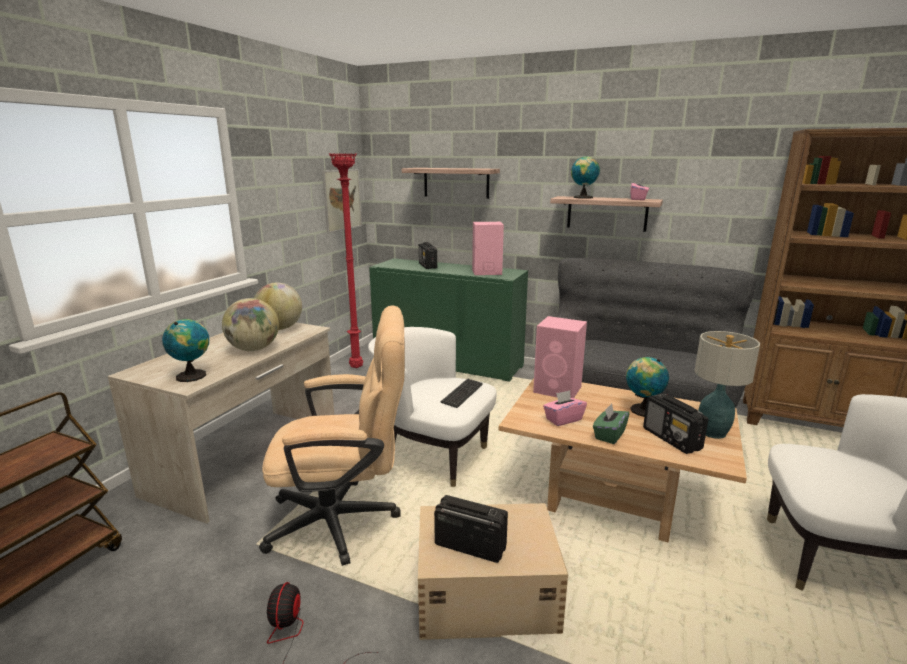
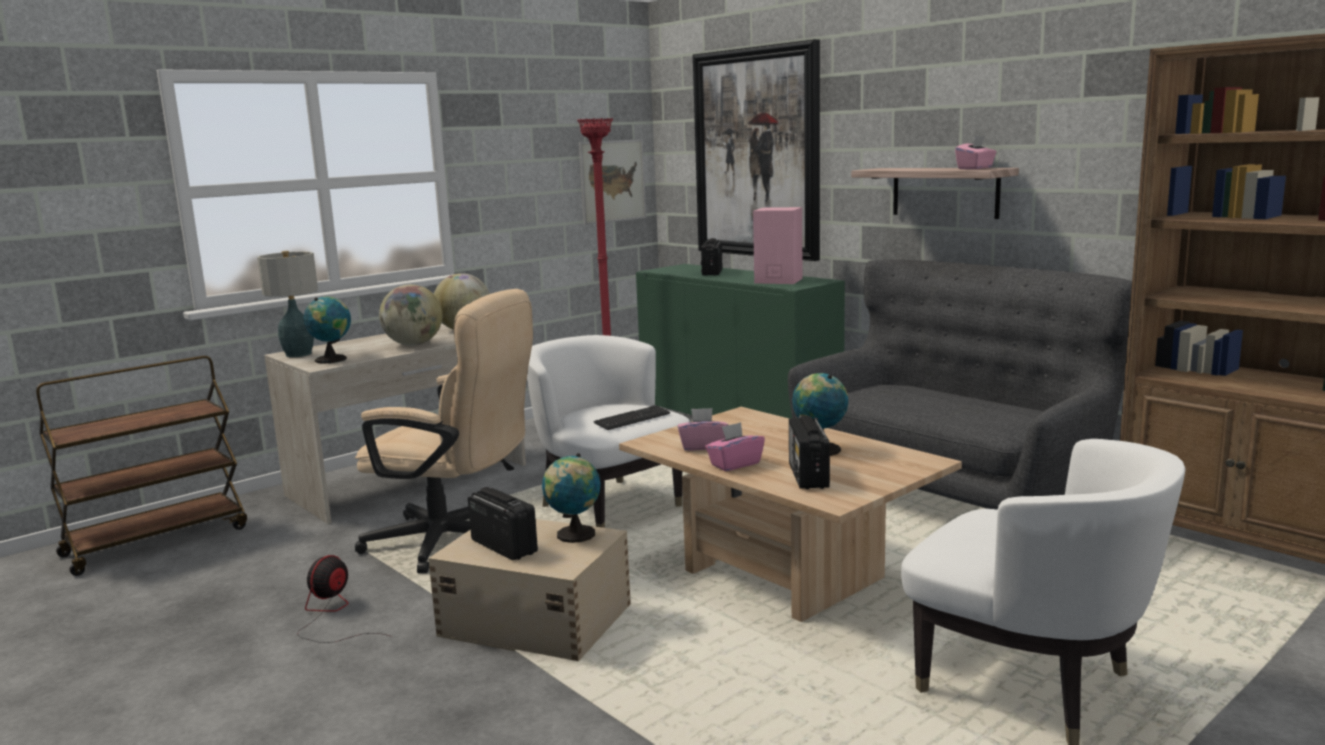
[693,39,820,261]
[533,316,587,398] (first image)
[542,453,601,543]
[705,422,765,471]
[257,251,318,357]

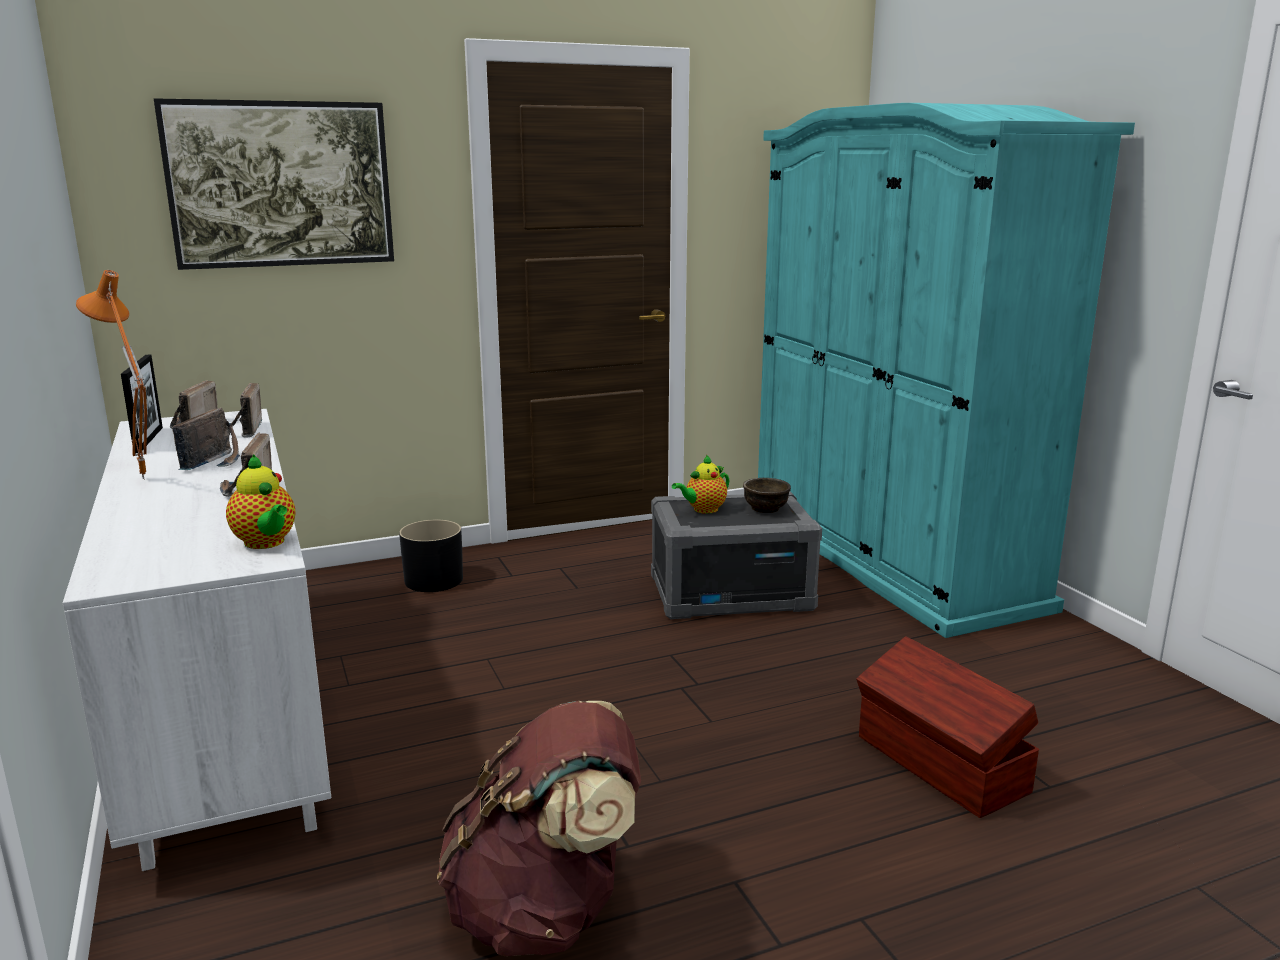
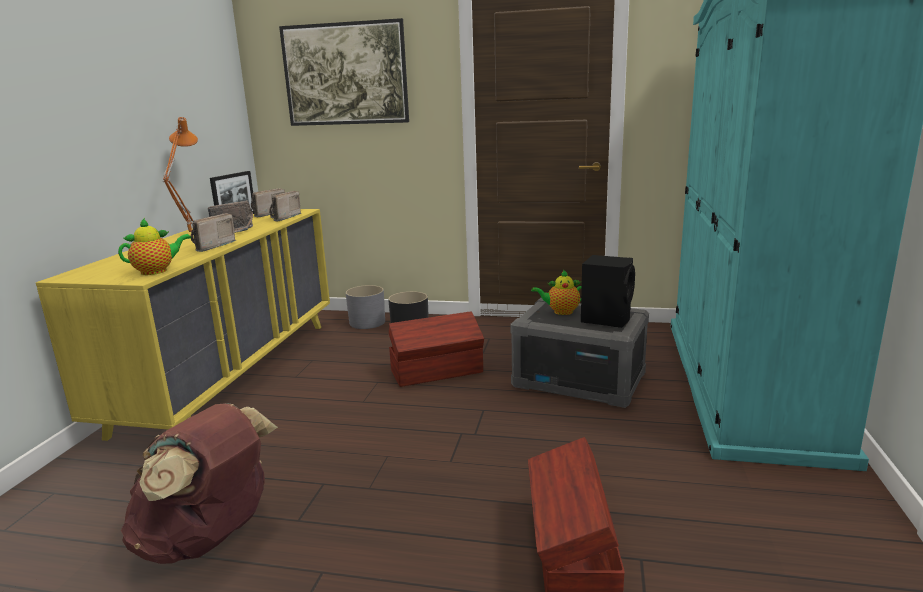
[36,209,330,441]
[118,218,191,275]
[581,255,635,328]
[346,285,385,329]
[389,311,484,387]

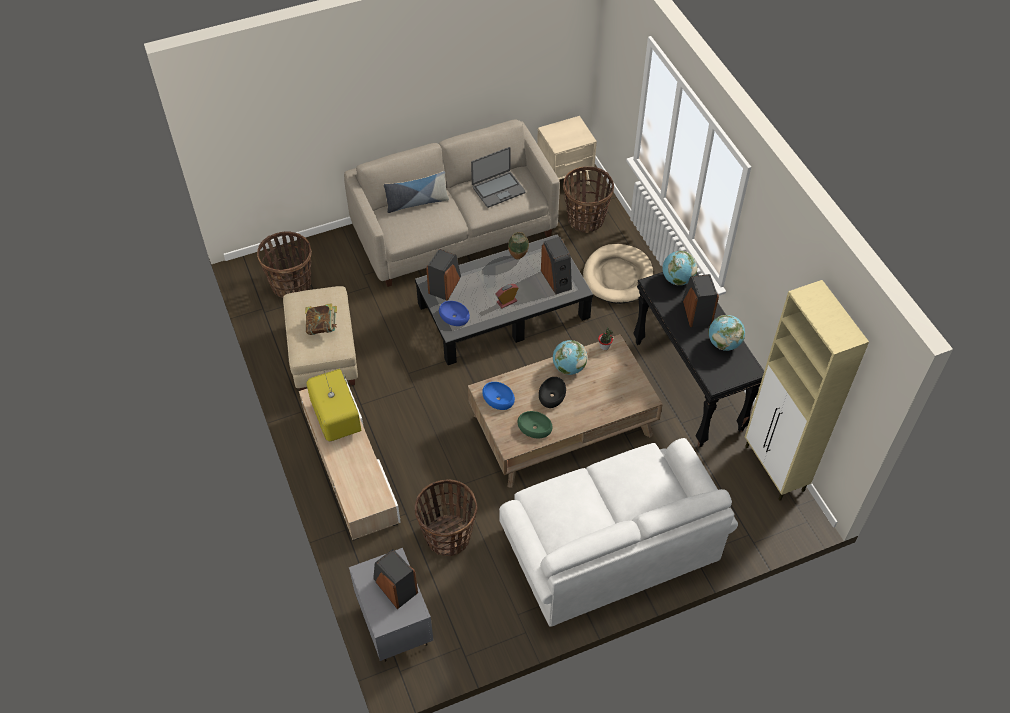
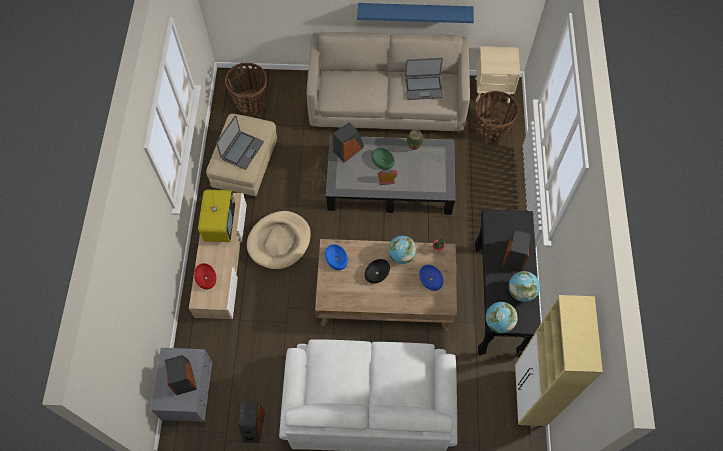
[216,115,264,170]
[384,171,449,213] (first image)
[415,479,478,556] (first image)
[419,265,443,291]
[371,148,394,170]
[239,402,265,443]
[247,211,311,269]
[486,302,518,333]
[194,263,216,290]
[357,3,474,23]

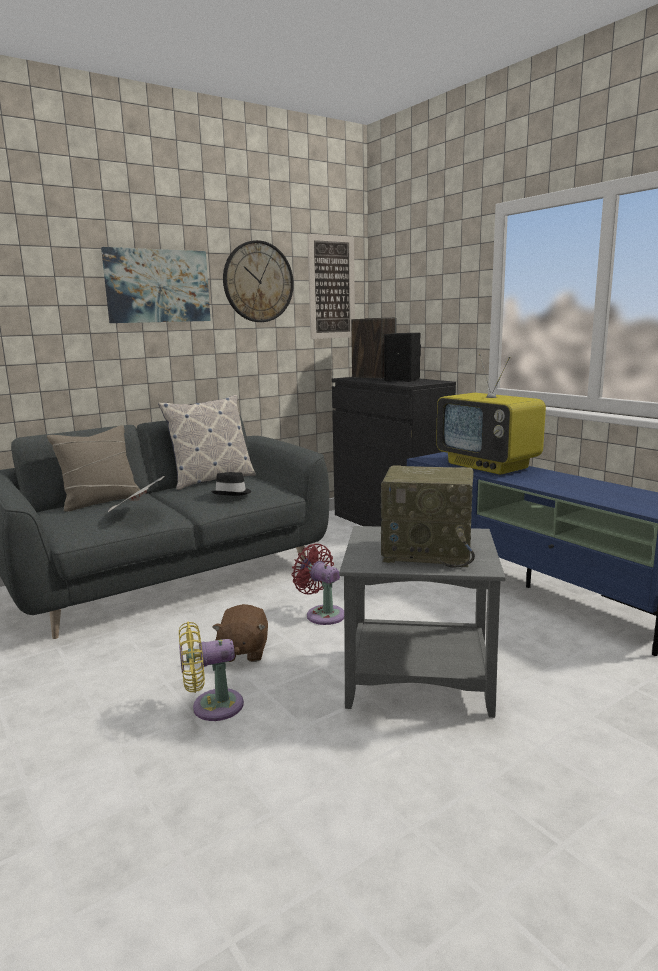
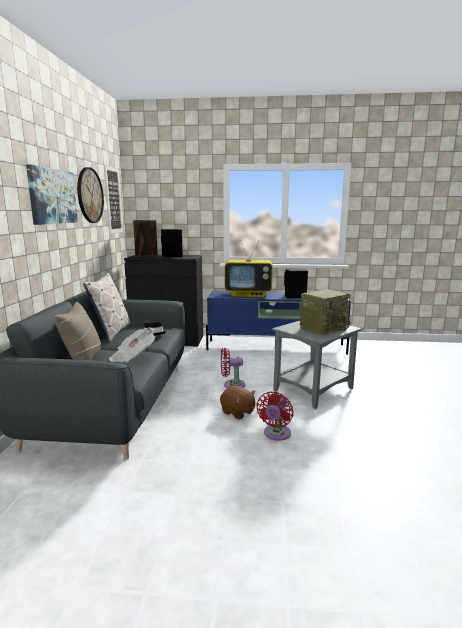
[257,392,293,441]
[284,268,308,299]

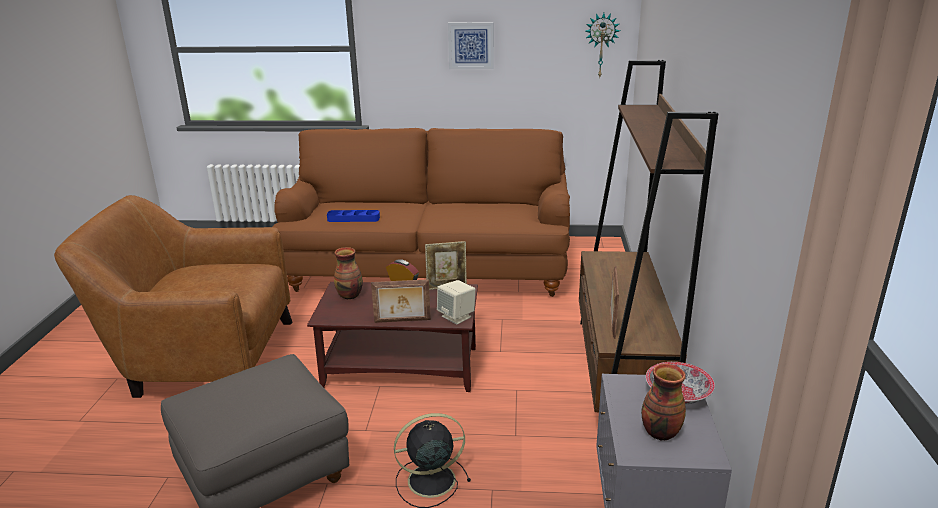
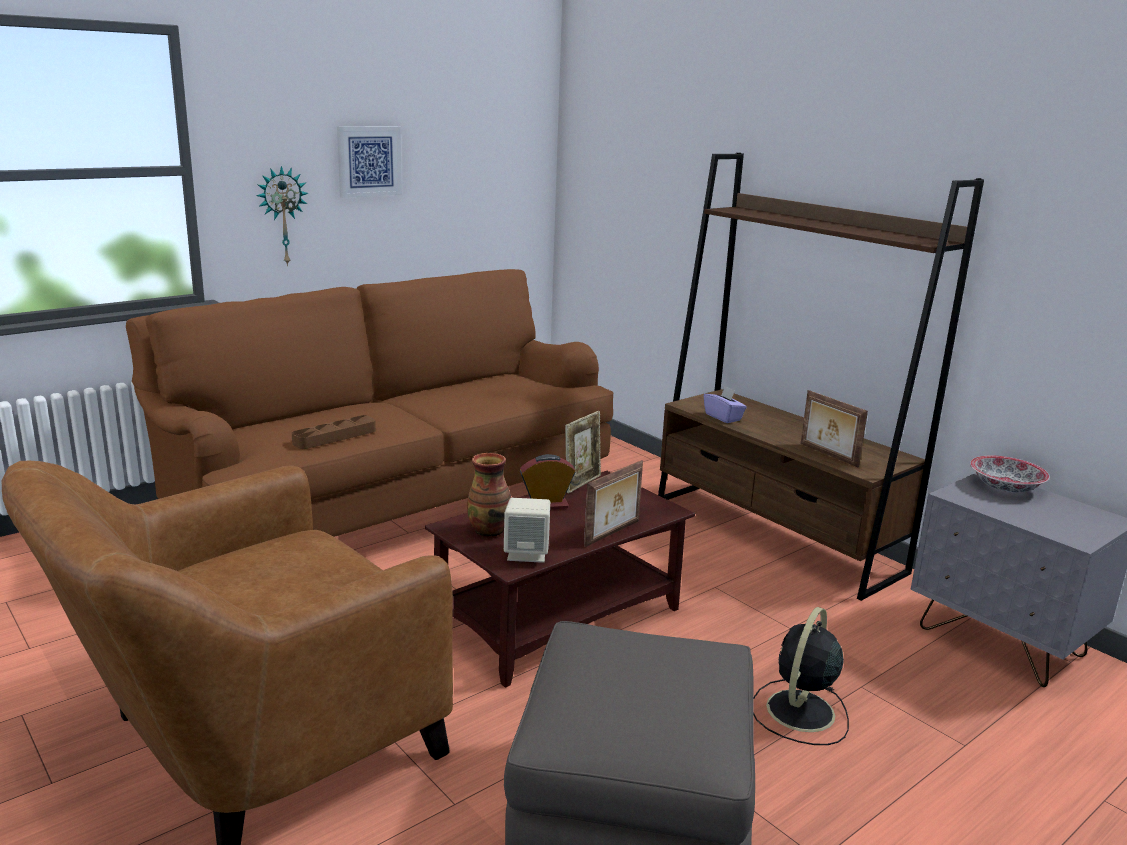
[292,415,376,449]
[504,498,550,563]
[256,166,308,266]
[641,364,686,441] (first image)
[704,386,747,423]

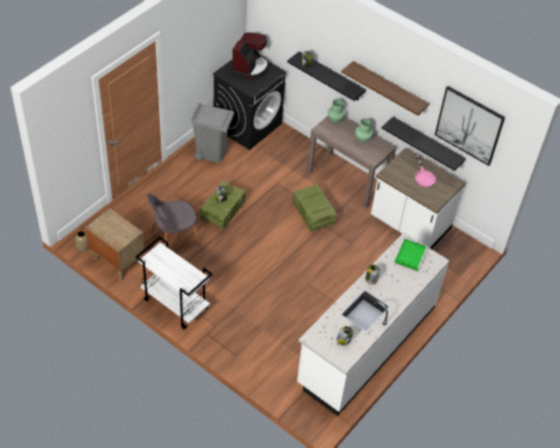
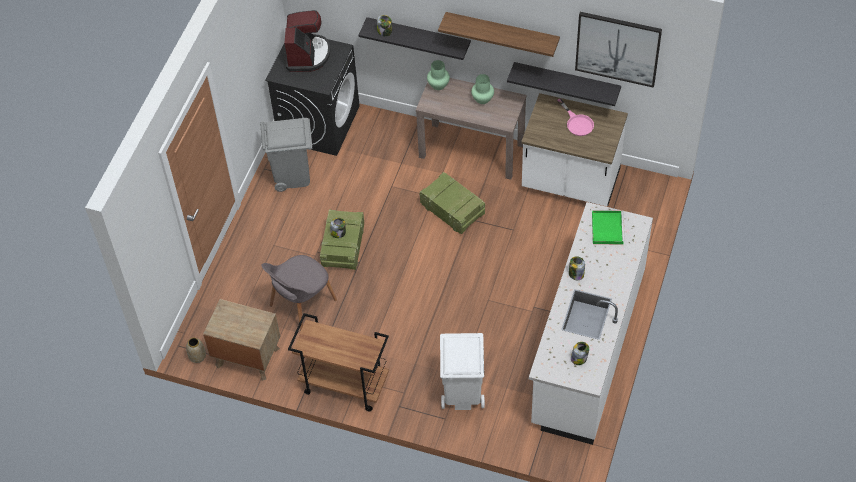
[288,313,389,411]
[440,333,485,410]

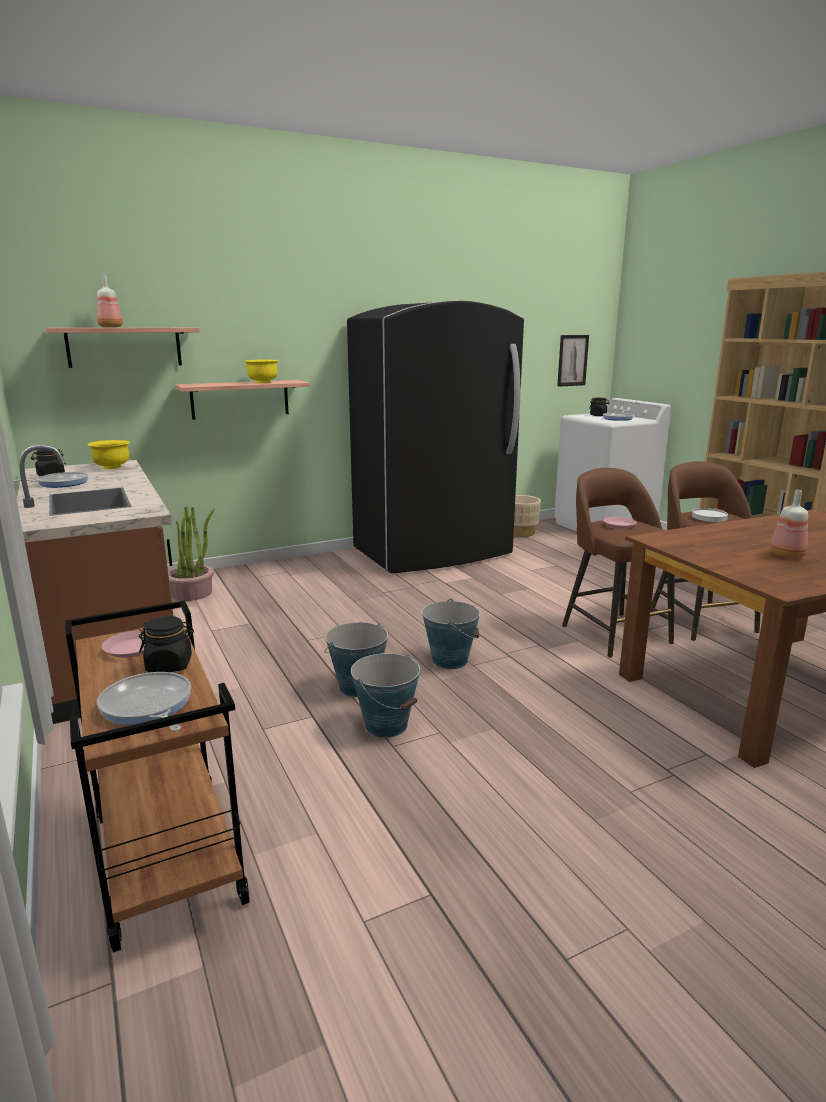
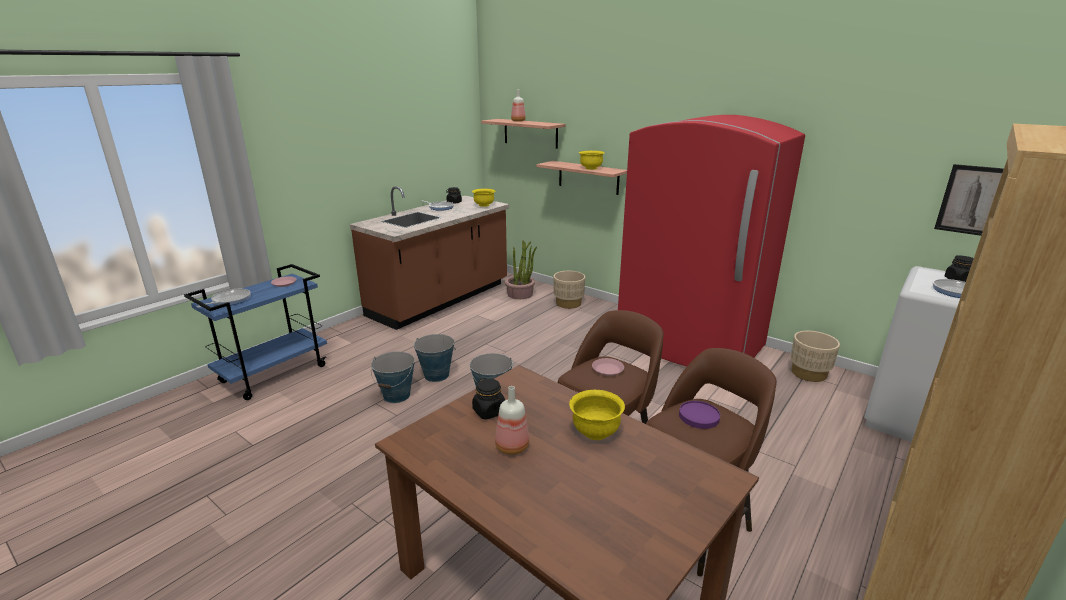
[184,264,327,400]
[472,378,505,420]
[618,115,805,366]
[679,401,720,429]
[553,271,585,309]
[569,390,625,440]

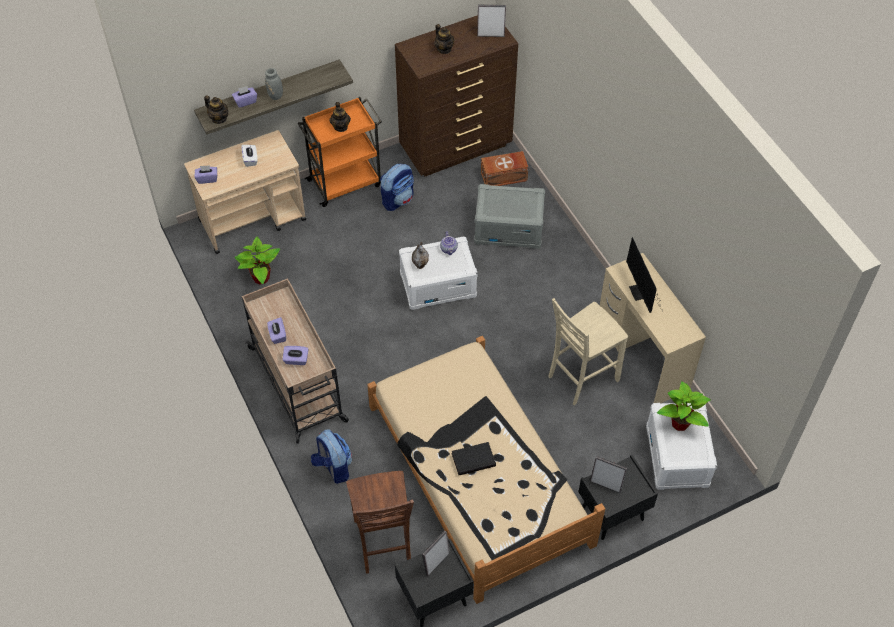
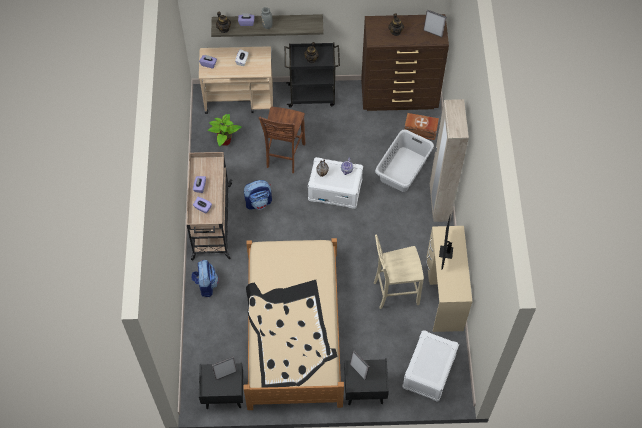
[285,43,340,107]
[259,107,305,173]
[244,180,272,210]
[452,442,496,475] (first image)
[375,130,434,192]
[657,381,711,431] (first image)
[430,99,469,222]

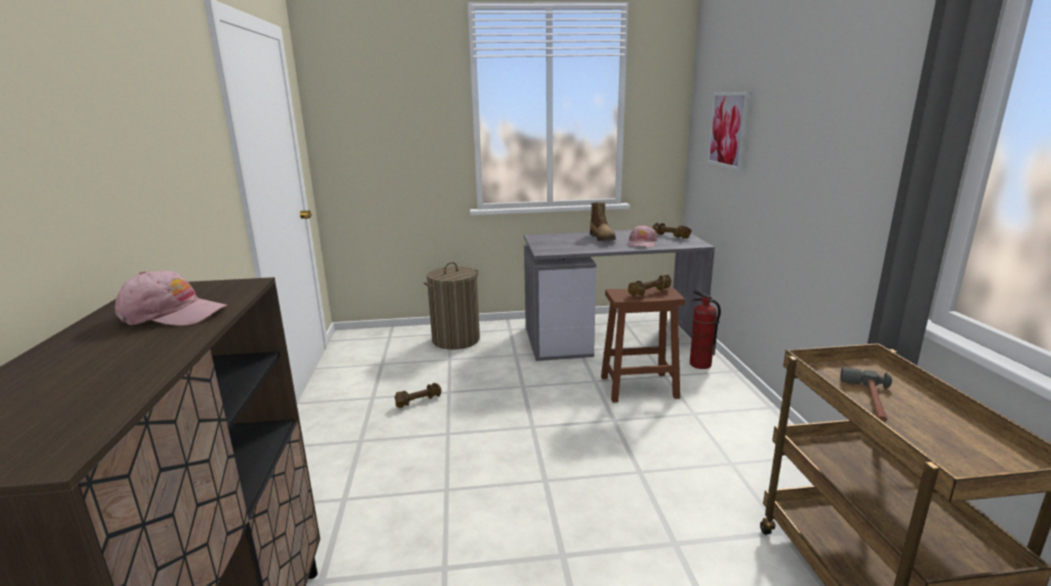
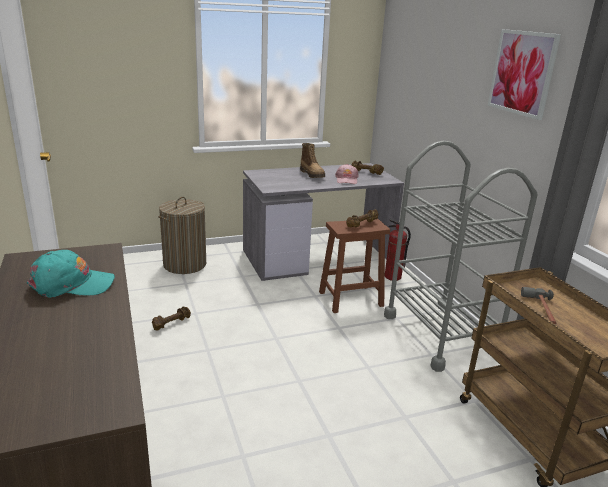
[27,250,115,298]
[488,29,561,120]
[384,141,538,372]

